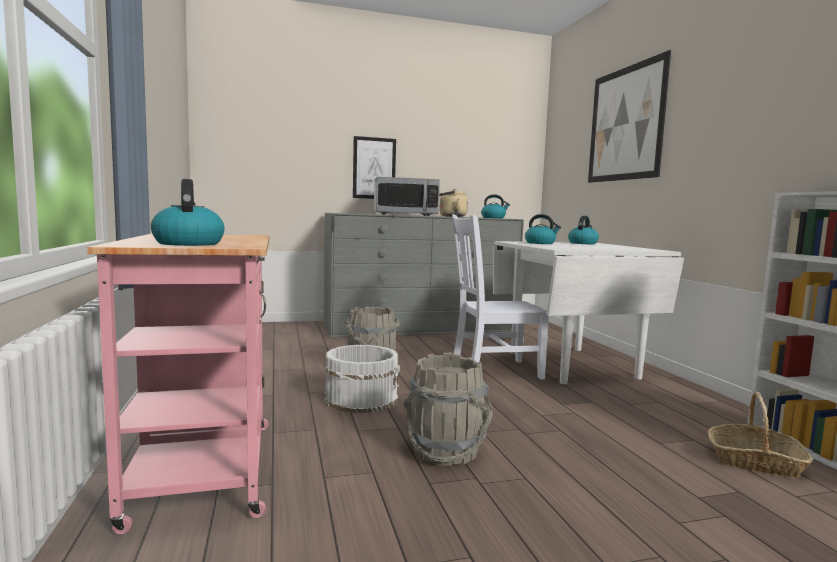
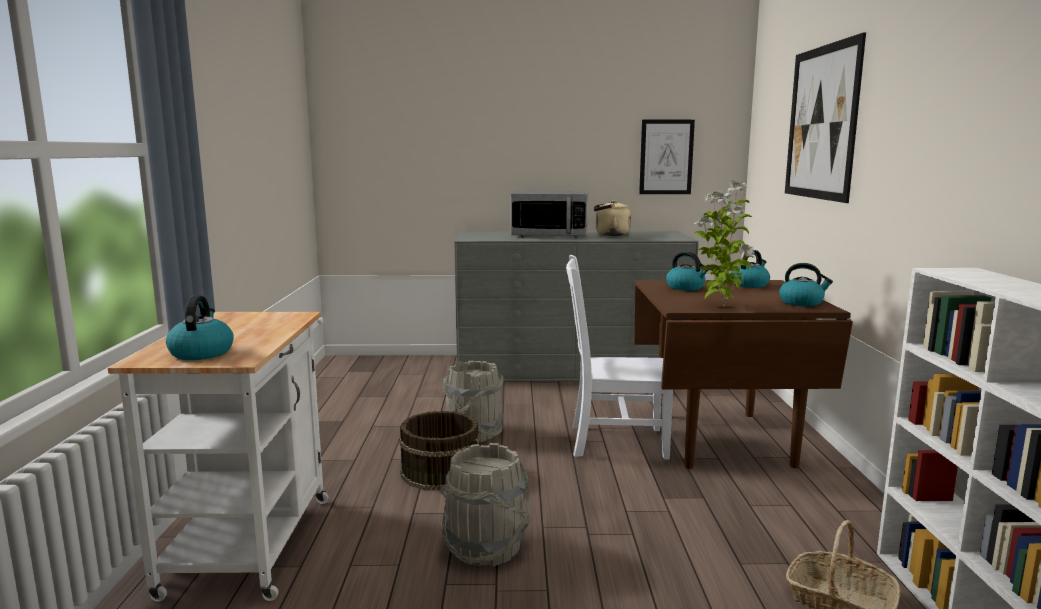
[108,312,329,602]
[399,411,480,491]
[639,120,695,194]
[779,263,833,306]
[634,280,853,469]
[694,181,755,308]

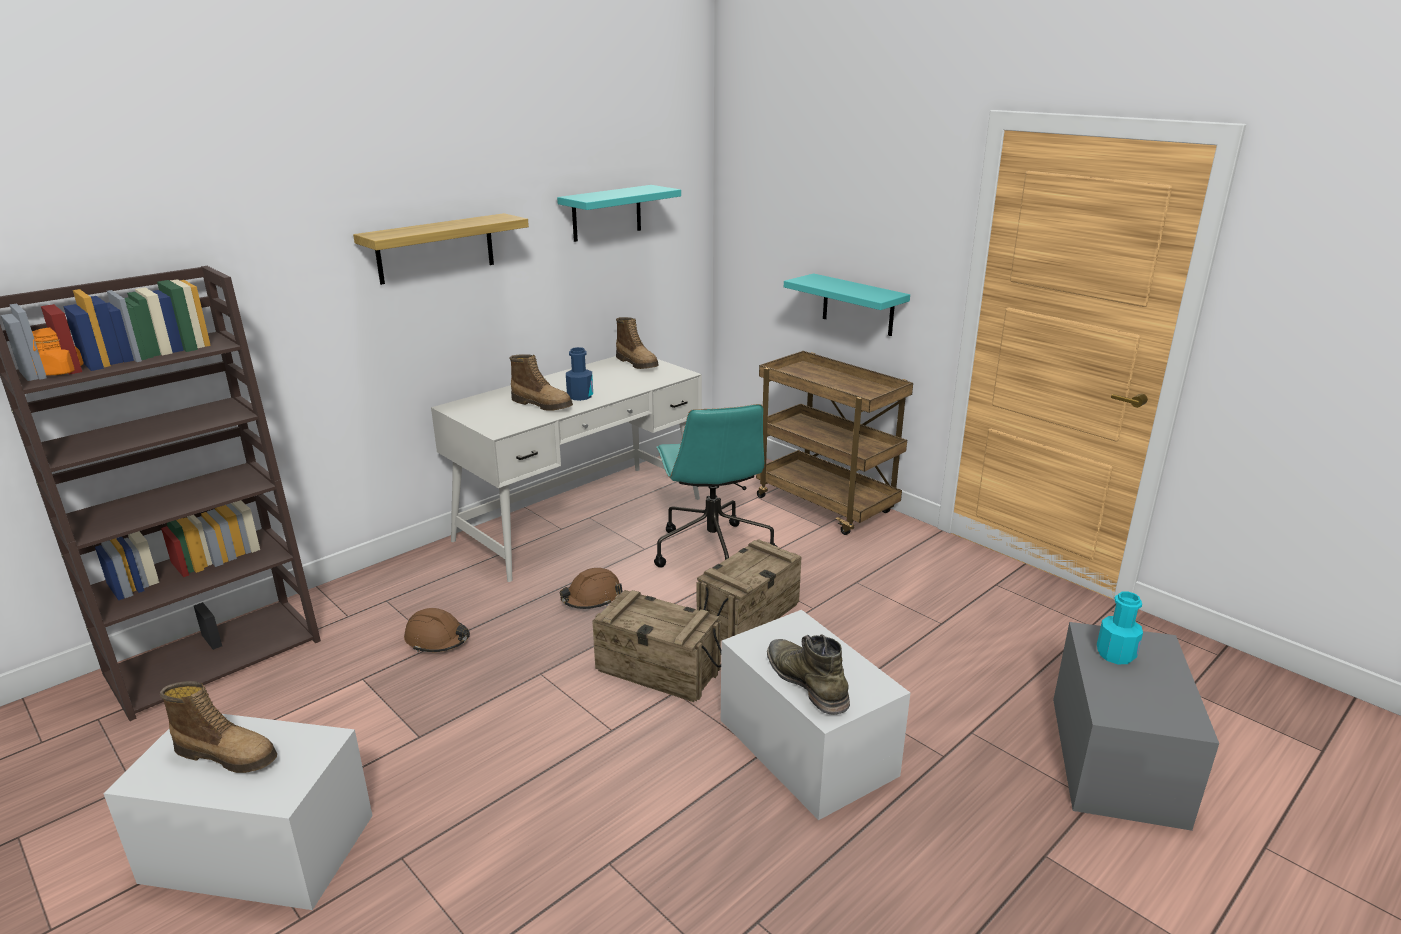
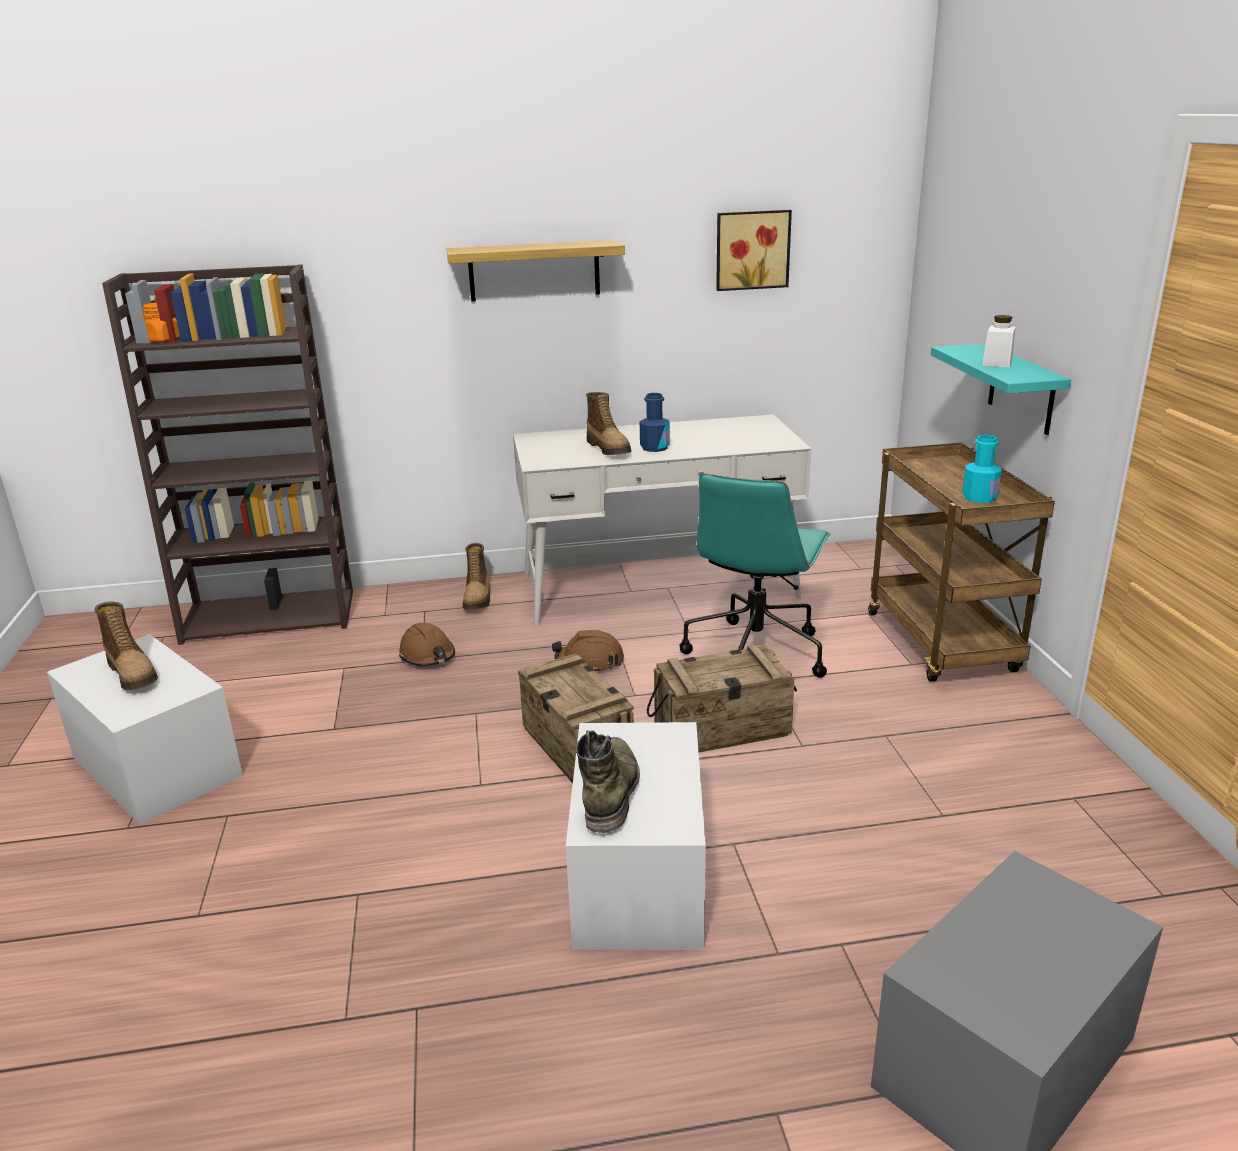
[716,210,792,291]
[463,543,490,610]
[962,435,1002,503]
[982,315,1016,367]

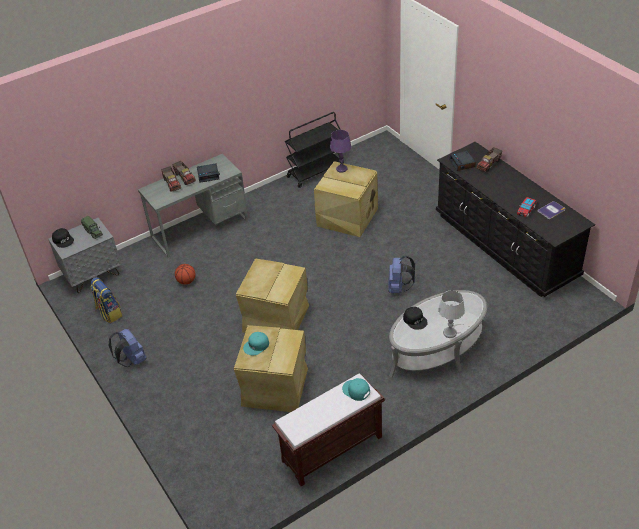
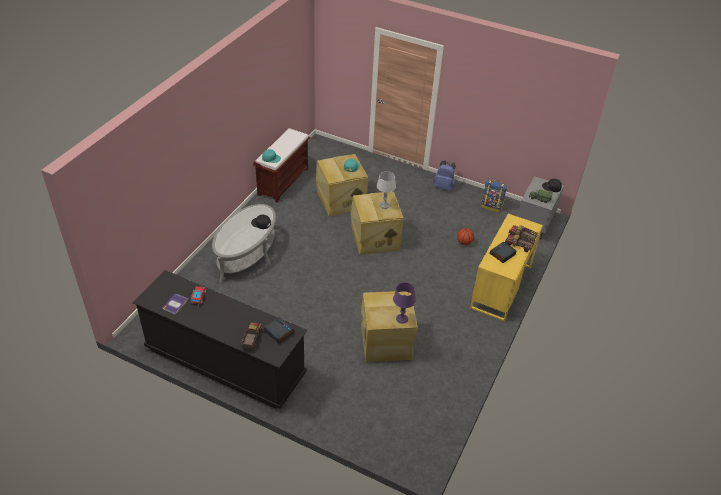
[470,214,543,321]
[285,112,344,188] (first image)
[388,256,415,293] (first image)
[377,171,396,209]

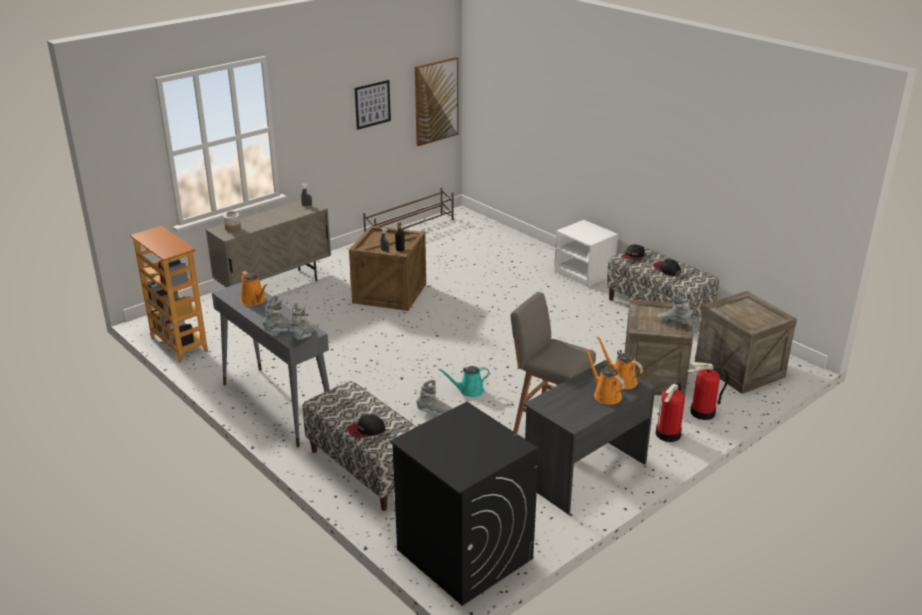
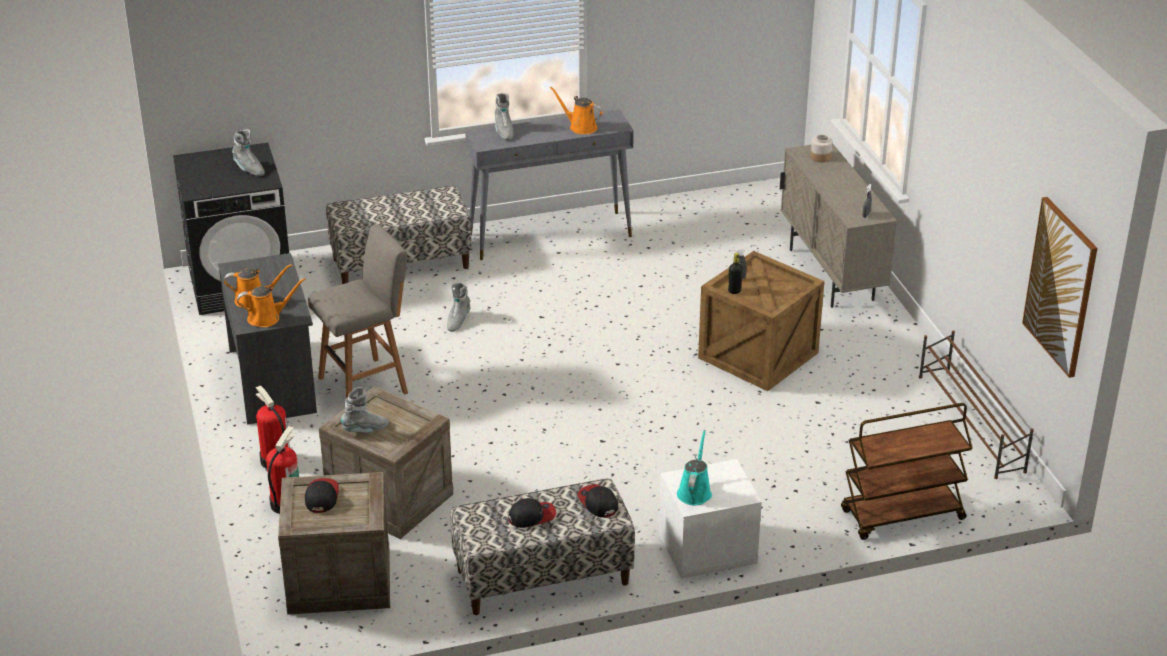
[130,226,208,362] (first image)
[550,87,603,134]
[232,129,265,176]
[305,478,339,513]
[355,80,391,130] (first image)
[677,430,712,505]
[841,403,973,540]

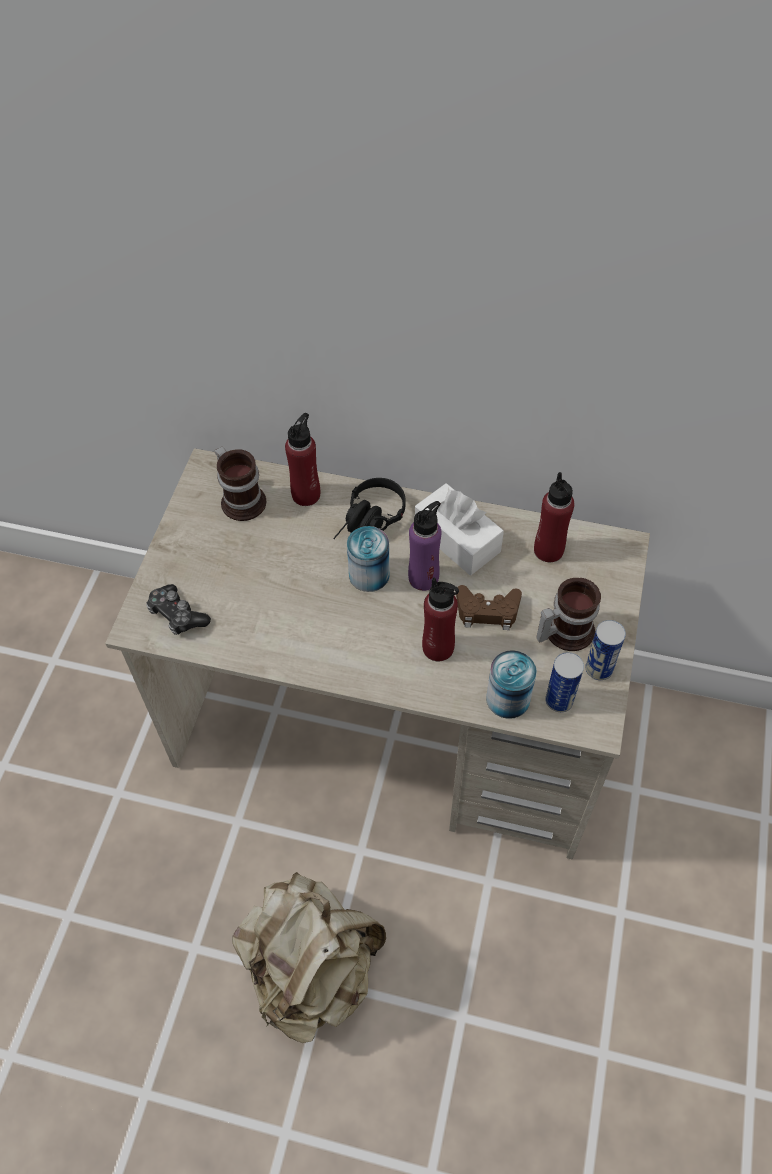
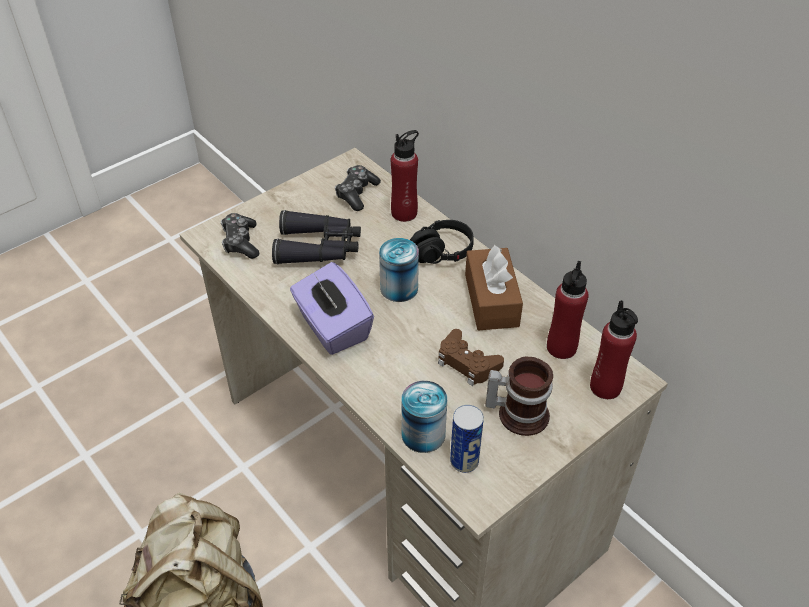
[335,165,381,211]
[408,501,442,591] (first image)
[465,245,523,330]
[590,300,638,399]
[585,620,626,680] (first image)
[272,210,361,264]
[290,262,374,355]

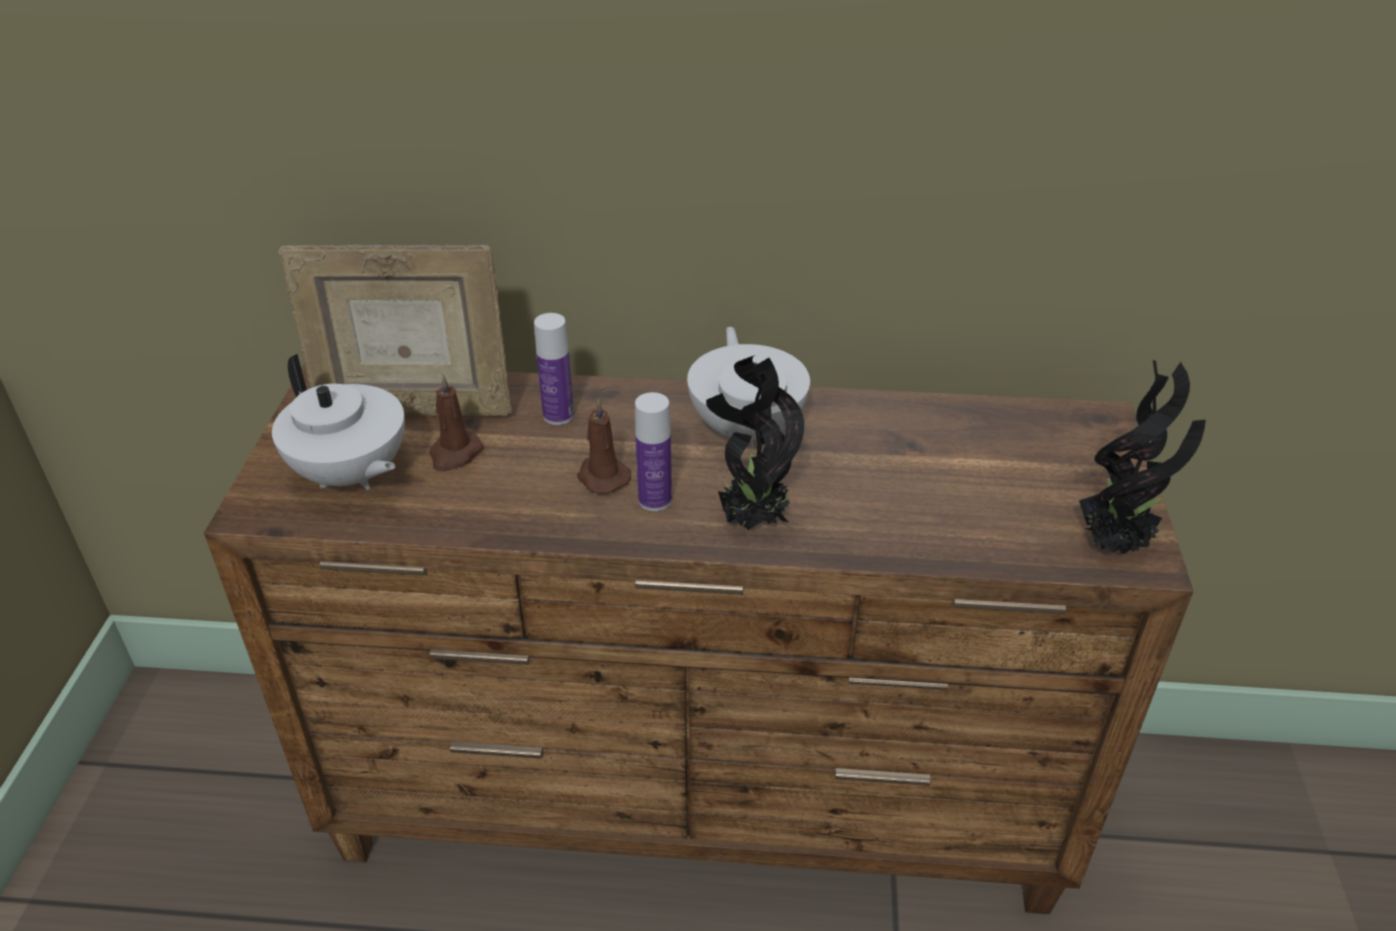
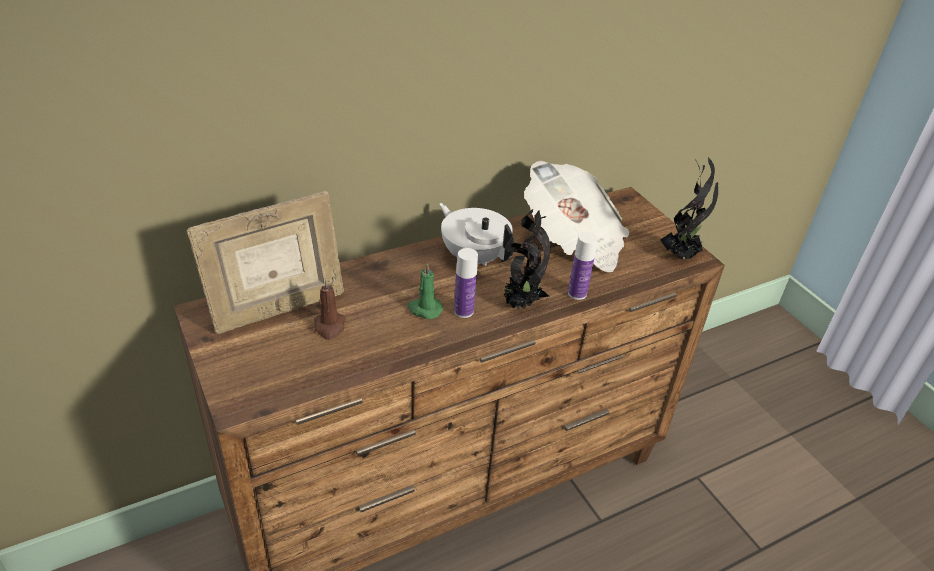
[272,354,405,490] (first image)
[568,232,598,300]
[407,262,443,319]
[524,160,630,272]

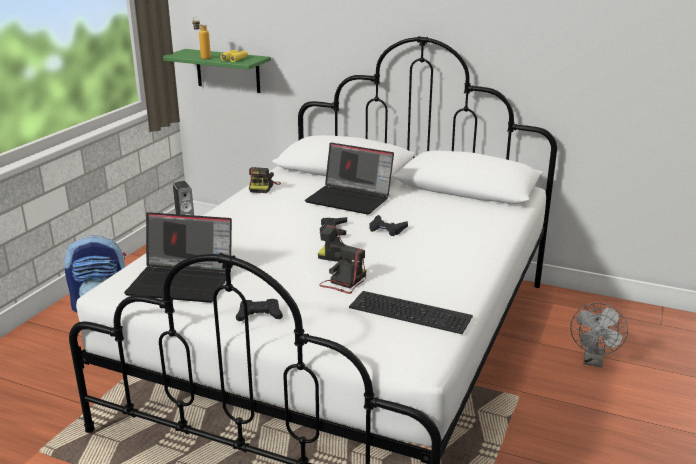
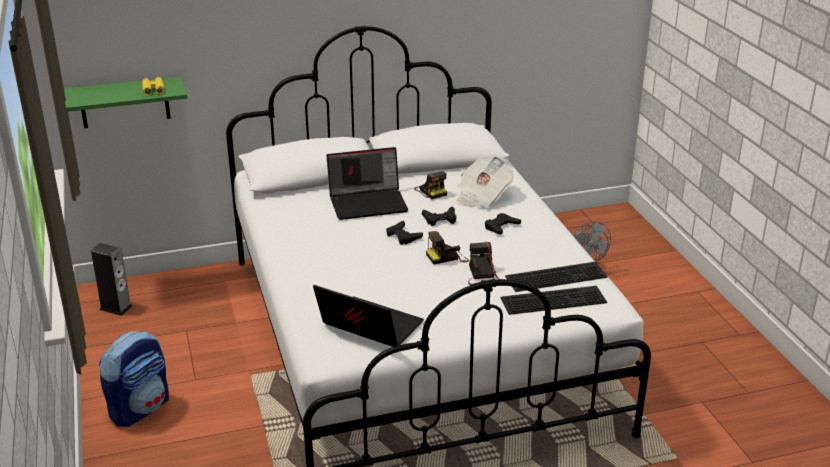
[313,285,424,347]
[192,17,211,59] (first image)
[485,213,521,234]
[414,171,447,199]
[456,156,514,207]
[501,286,607,315]

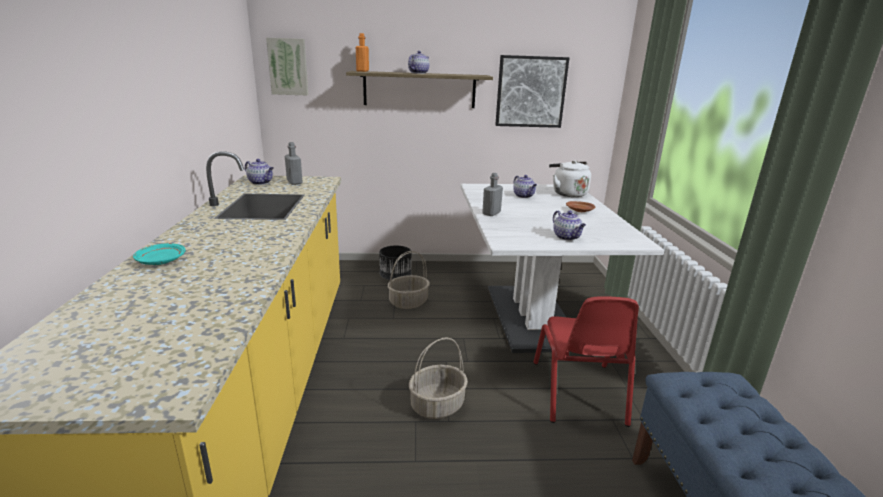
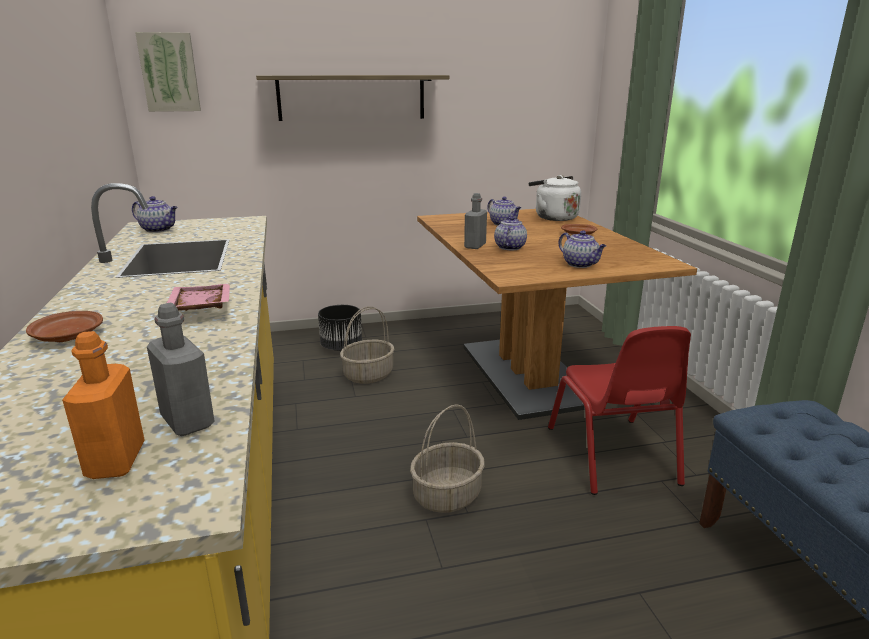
[26,311,103,342]
[147,303,214,436]
[62,331,145,479]
[494,216,527,250]
[417,209,697,420]
[495,55,570,128] (first image)
[167,284,230,311]

